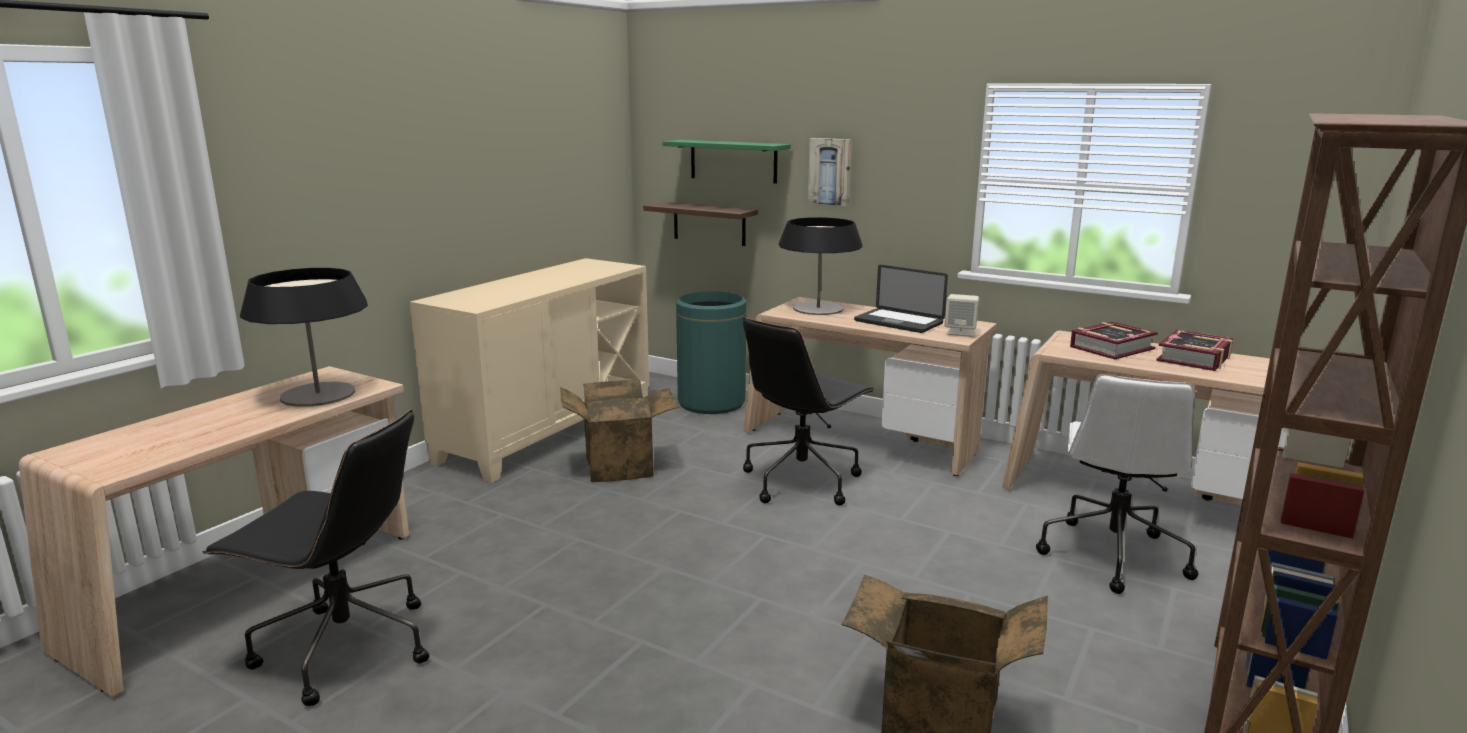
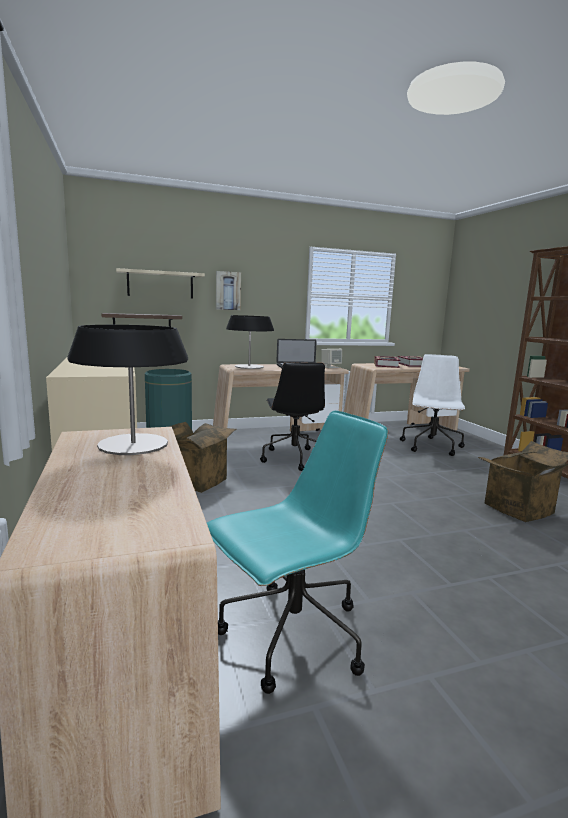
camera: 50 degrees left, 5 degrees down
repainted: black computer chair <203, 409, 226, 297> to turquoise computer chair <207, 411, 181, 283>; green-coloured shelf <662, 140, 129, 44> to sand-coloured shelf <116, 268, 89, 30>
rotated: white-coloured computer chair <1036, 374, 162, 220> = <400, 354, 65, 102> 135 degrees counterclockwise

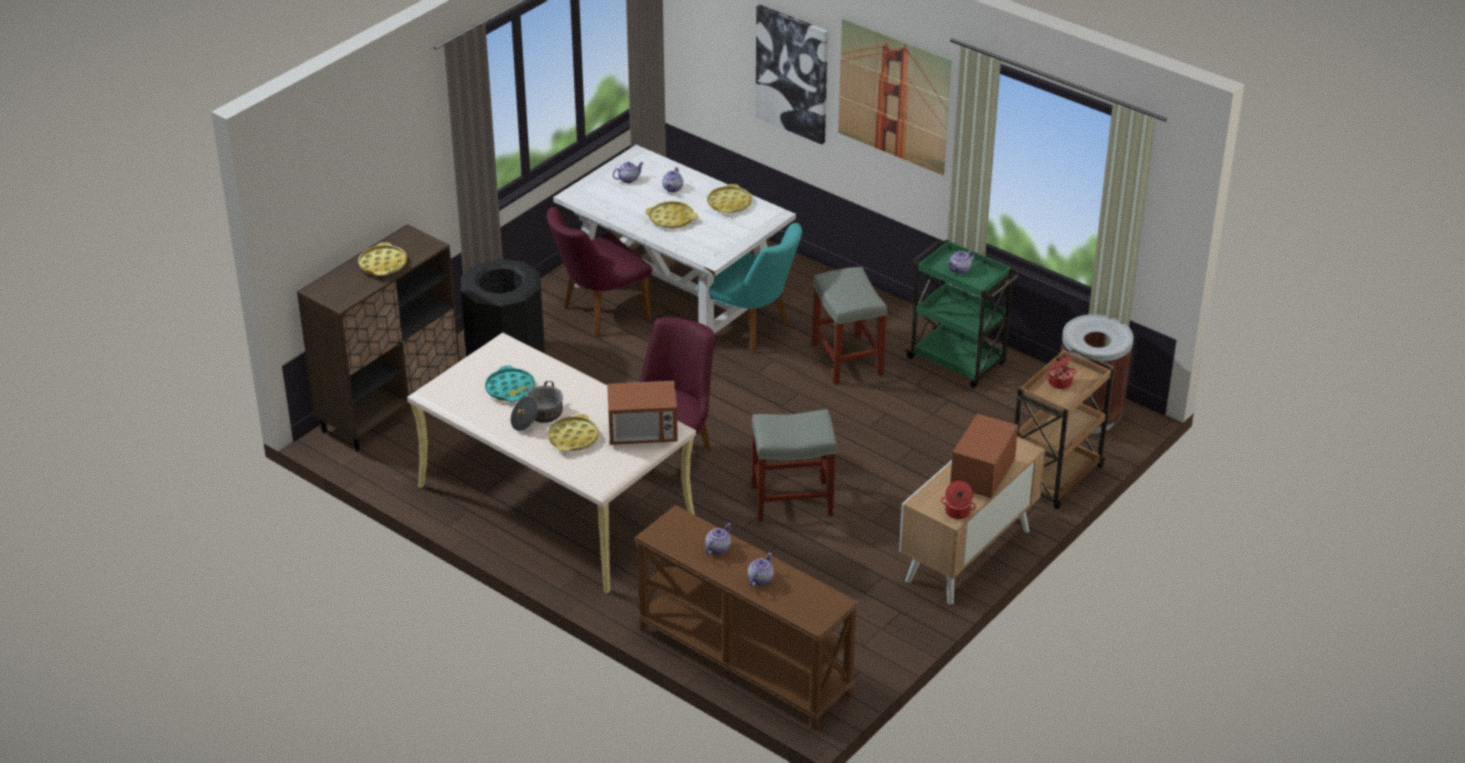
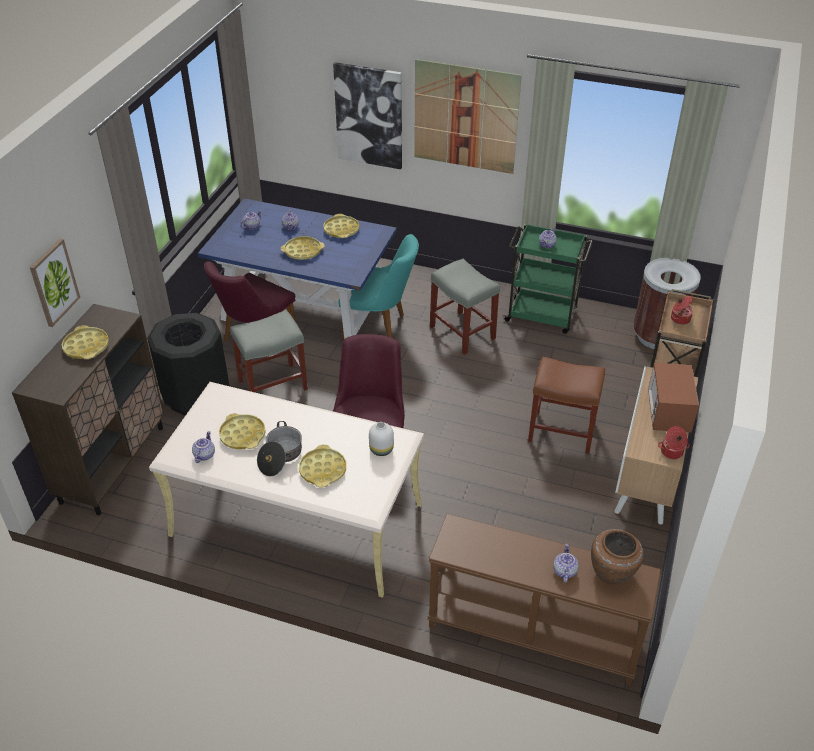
camera: 20 degrees left, 5 degrees up
new: wall art <30, 239, 50, 88>; brown stool <528, 357, 77, 97>; brown decorative vase <591, 529, 53, 56>
shifted: tea pot <705, 523, 26, 31> to <192, 431, 23, 32>; greyish stool <752, 409, 85, 112> to <230, 310, 78, 82>
swapped: microwave <607, 381, 71, 64> to white-coloured decorative vase <369, 422, 25, 34>
repainted: turquoise tray <485, 366, 50, 36> to yellowish tray <219, 413, 47, 36>; white-coloured dinner table <553, 145, 243, 189> to bluish dinner table <198, 198, 199, 141>

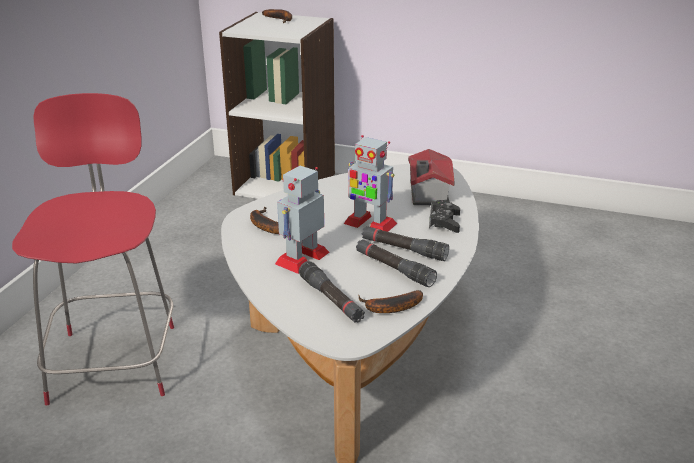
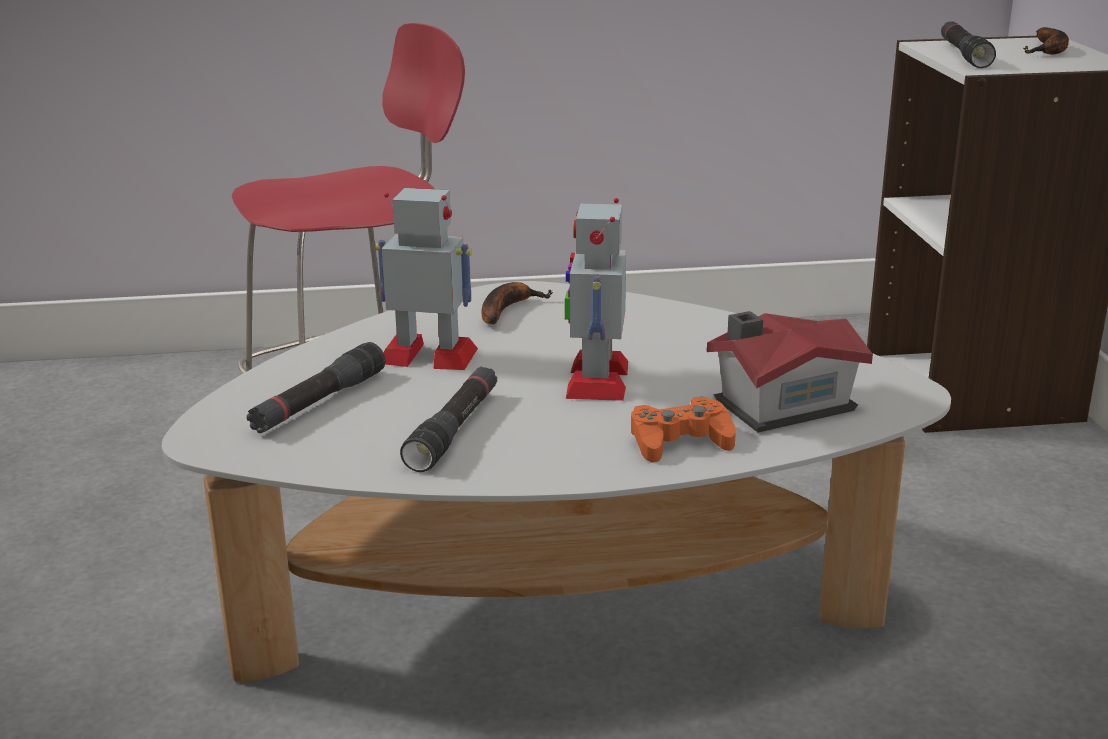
camera: 65 degrees right, 5 degrees down
gone: banana <359, 290, 64, 23>
shifted: black torch <362, 226, 87, 35> to <941, 22, 55, 46>
repainted: black joypad <429, 200, 31, 33> to orangey joypad <631, 397, 105, 66>

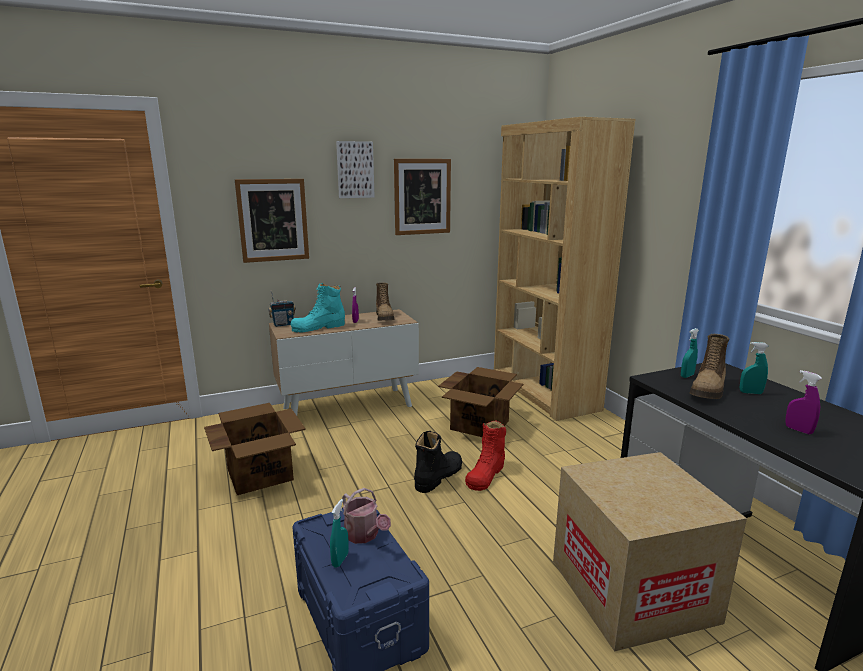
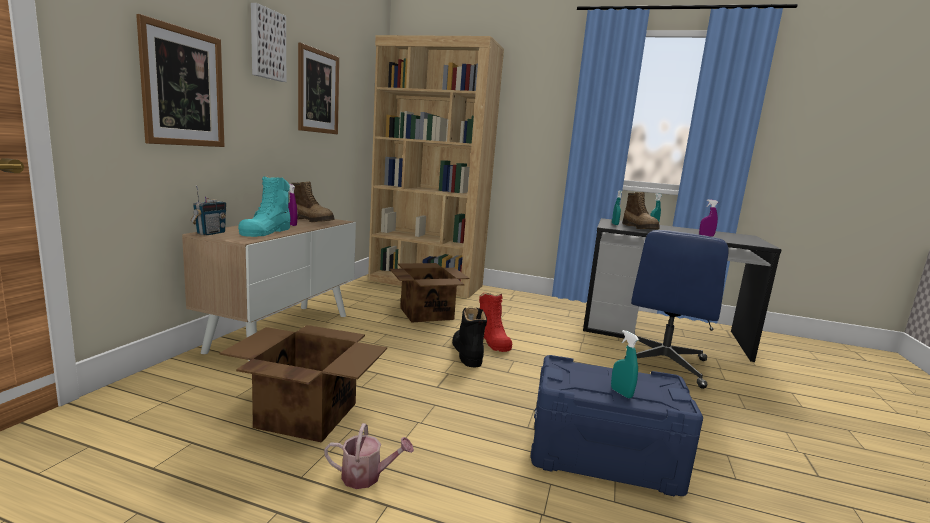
camera: 50 degrees left, 5 degrees down
shifted: watering can <342, 488, 49, 56> to <324, 423, 90, 66>
swapped: packing box <553, 452, 194, 200> to bluish computer chair <624, 230, 105, 159>

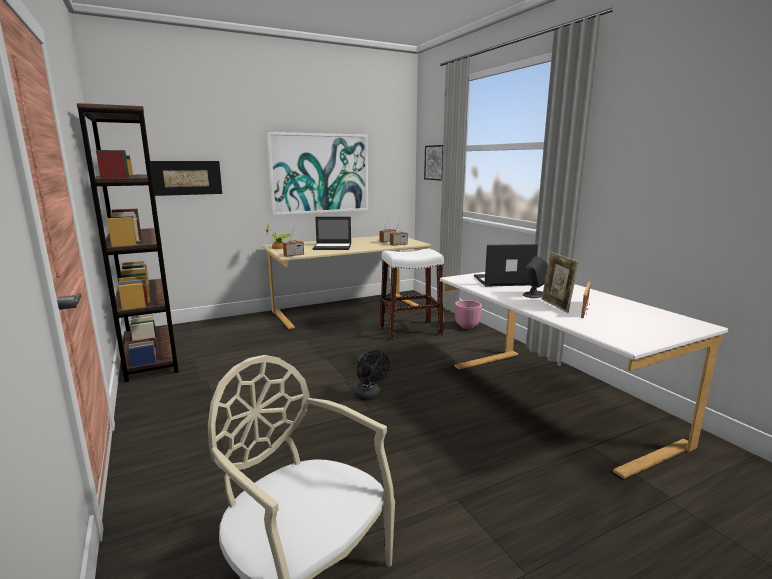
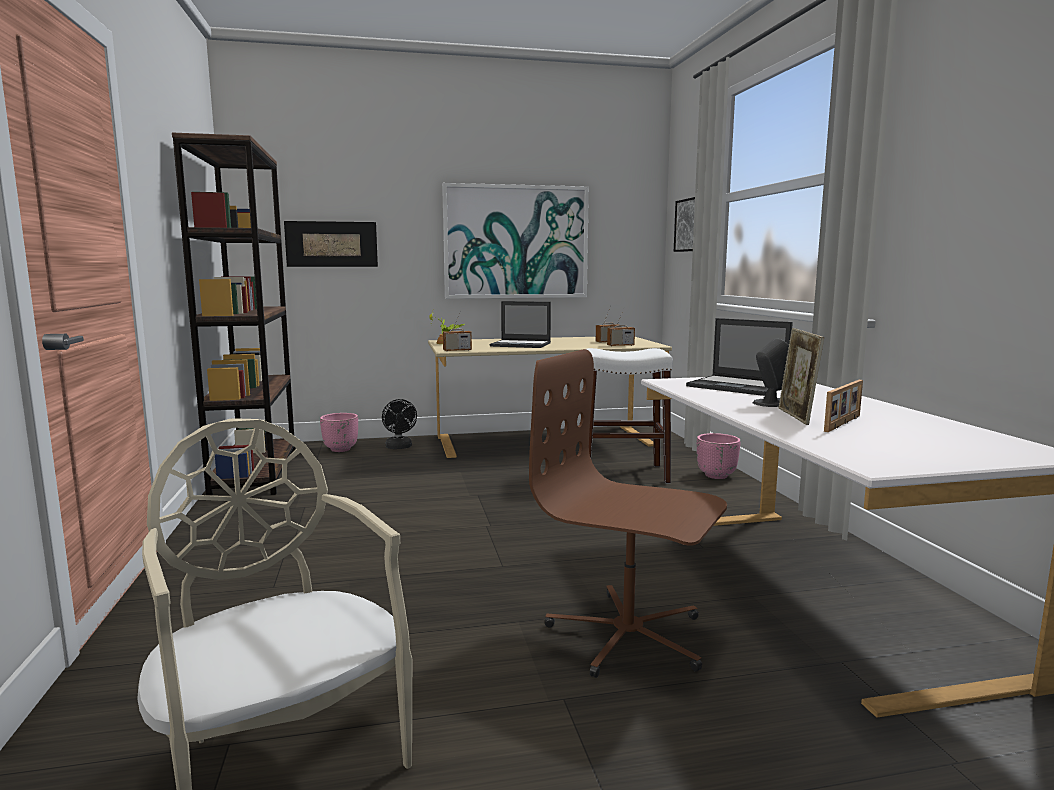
camera: 15 degrees right, 5 degrees down
new: pink-coloured plant pot <320, 413, 38, 39>; brown computer chair <529, 349, 198, 329>
shifted: black fan <353, 350, 36, 50> to <382, 399, 35, 50>
rotated: notebook computer <474, 244, 64, 43> = <686, 318, 107, 78> 150 degrees counterclockwise

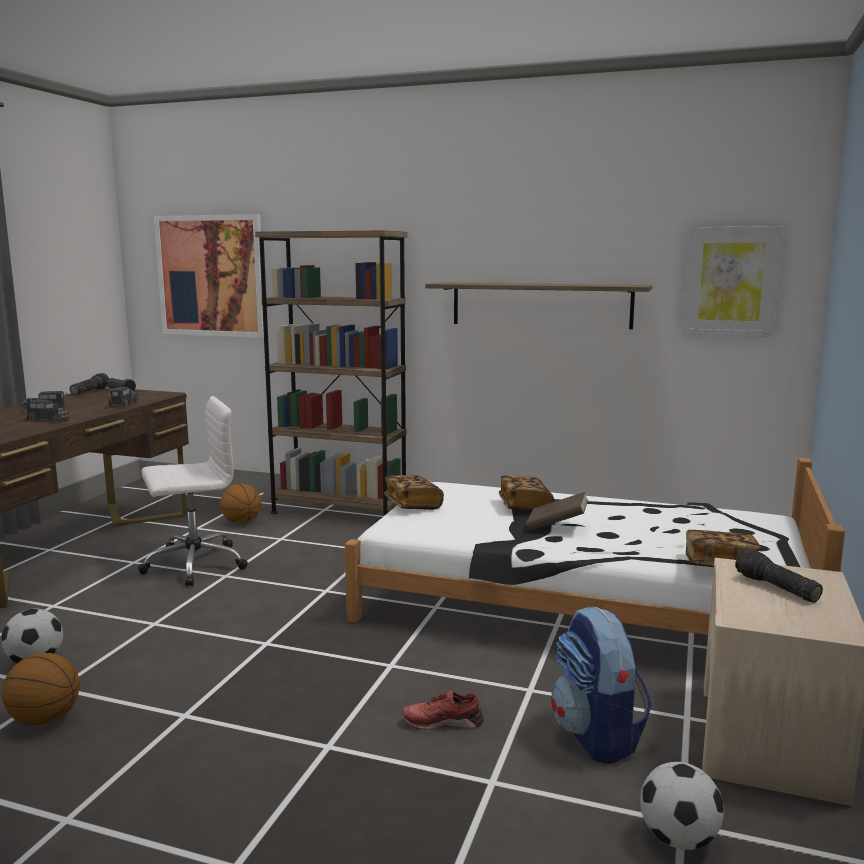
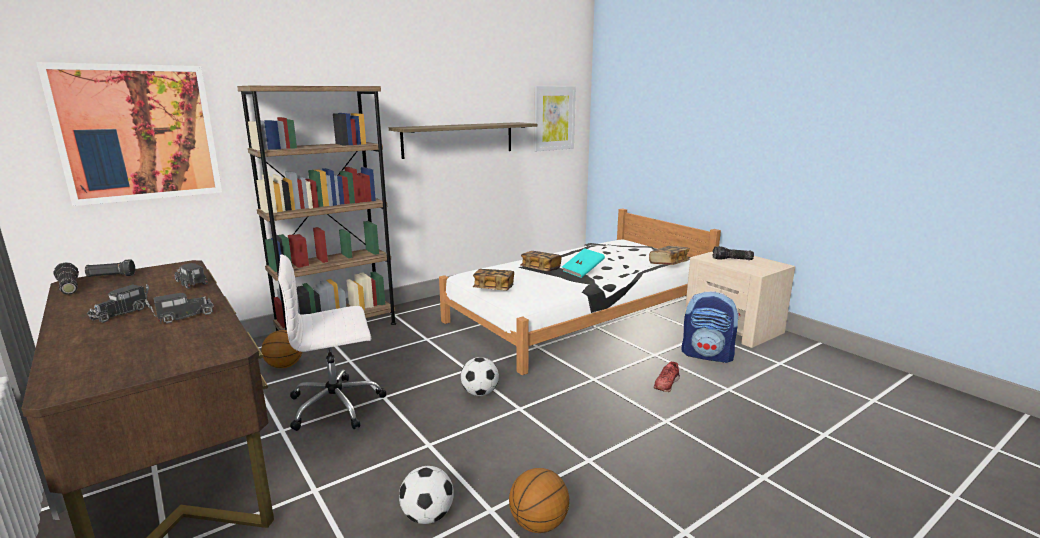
camera: 55 degrees left, 5 degrees up
shifted: football ball <640, 762, 84, 88> to <461, 357, 38, 39>
repainted: brown book <526, 492, 62, 39> to turquoise book <562, 248, 43, 30>
rotated: white-coloured computer chair <138, 396, 110, 191> = <278, 254, 109, 177> 120 degrees counterclockwise

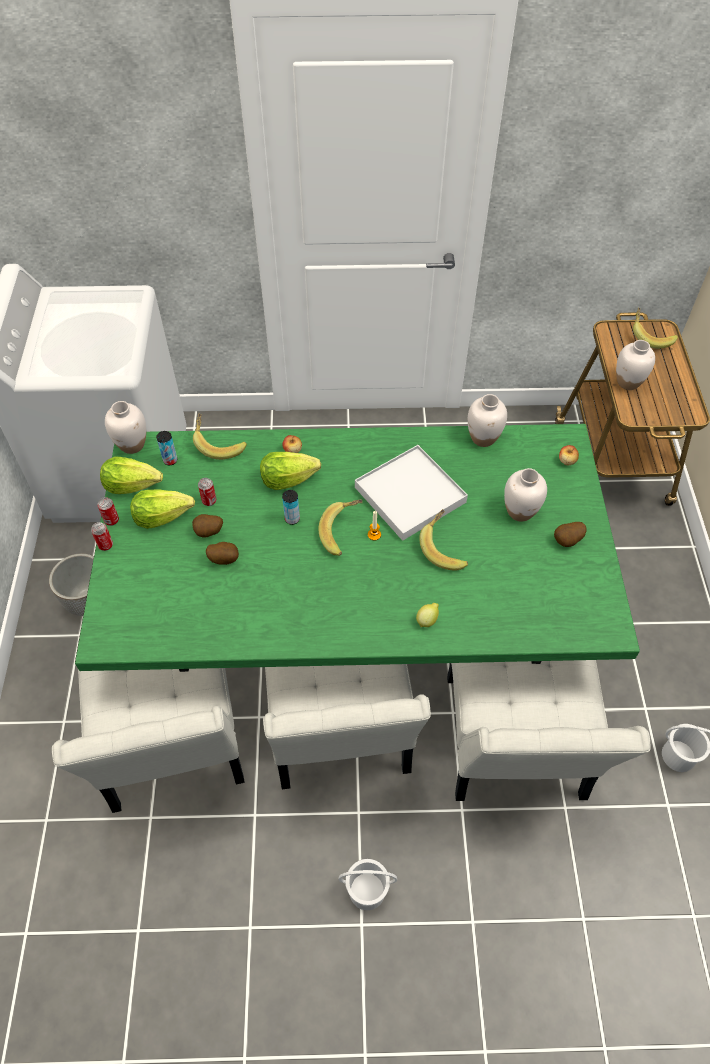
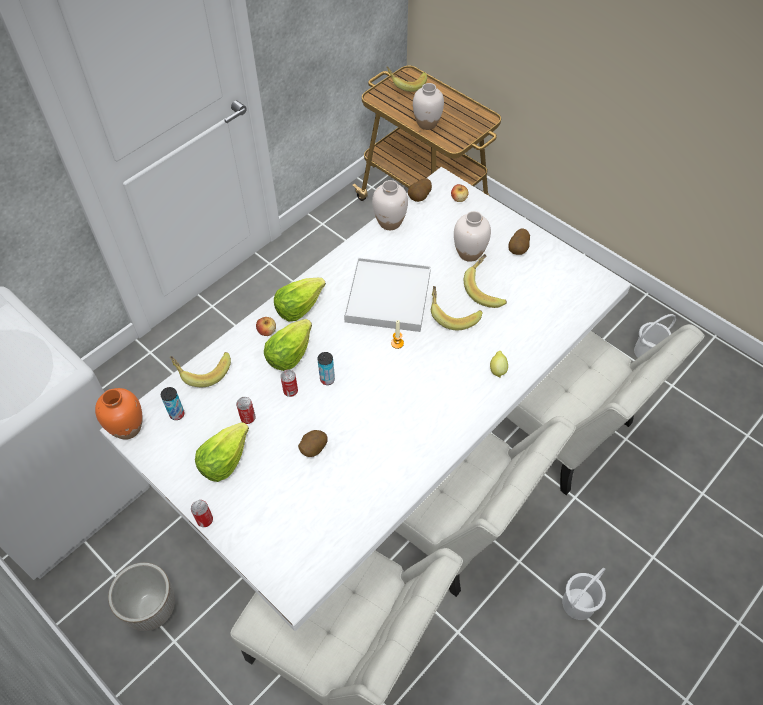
camera: 45 degrees left, 0 degrees up
shifted: metal can <97, 497, 22, 29> to <280, 369, 18, 28>; head of lettuce <100, 456, 63, 38> to <274, 278, 52, 43>; whole potato <192, 514, 31, 24> to <408, 178, 24, 24>; banana <319, 500, 43, 56> to <464, 254, 43, 54>
repainted: green-coloured dinner table <75, 424, 565, 248> to white-coloured dinner table <100, 167, 531, 464>; white-coloured decorative vase <105, 401, 41, 53> to orangey decorative vase <95, 388, 48, 52>

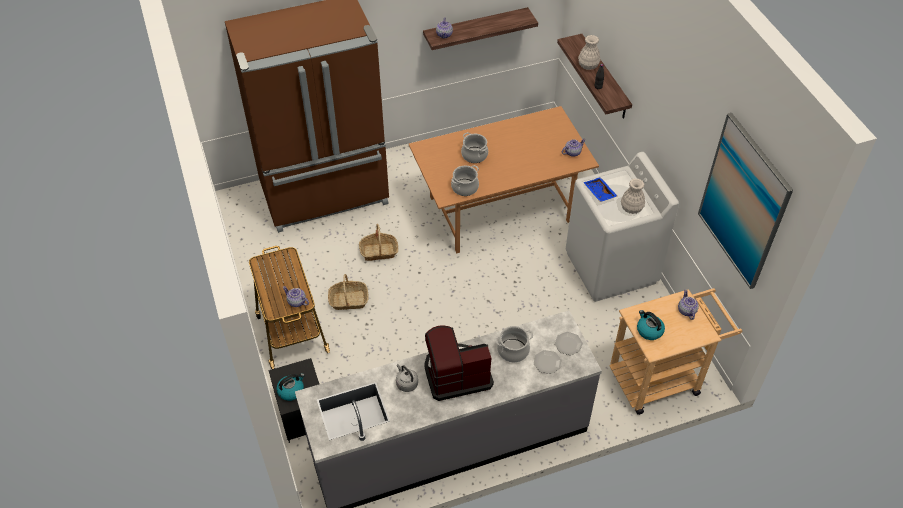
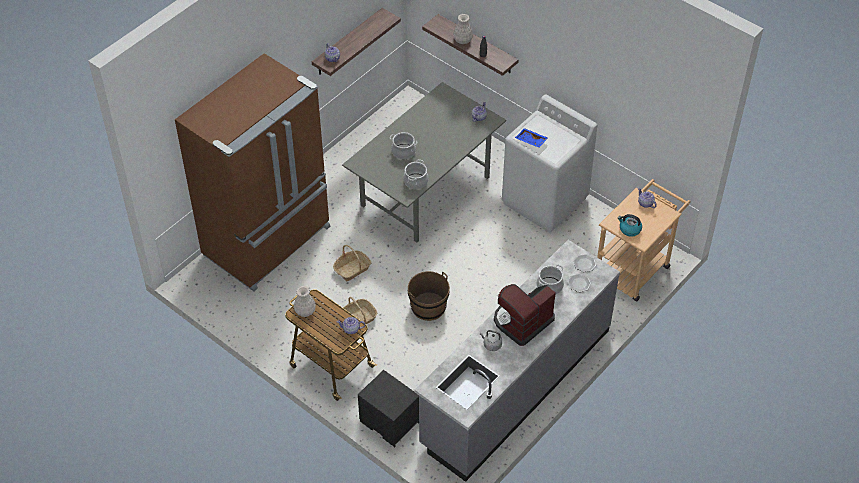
camera: 30 degrees left, 0 degrees up
gone: water kettle <276, 373, 29, 28>; wall art <698, 113, 95, 176>
new: brown water bucket <408, 271, 42, 50>
shifted: white-coloured decorative vase <621, 178, 24, 36> to <294, 286, 22, 31>
repainted: brown dinner table <409, 106, 190, 147> to greyish dinner table <342, 82, 164, 160>

